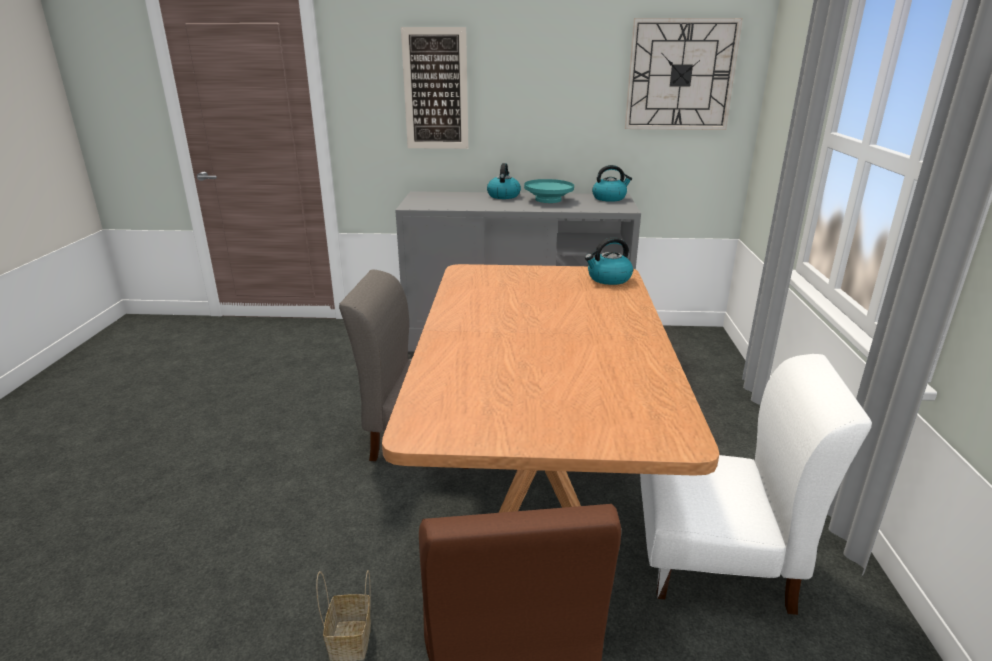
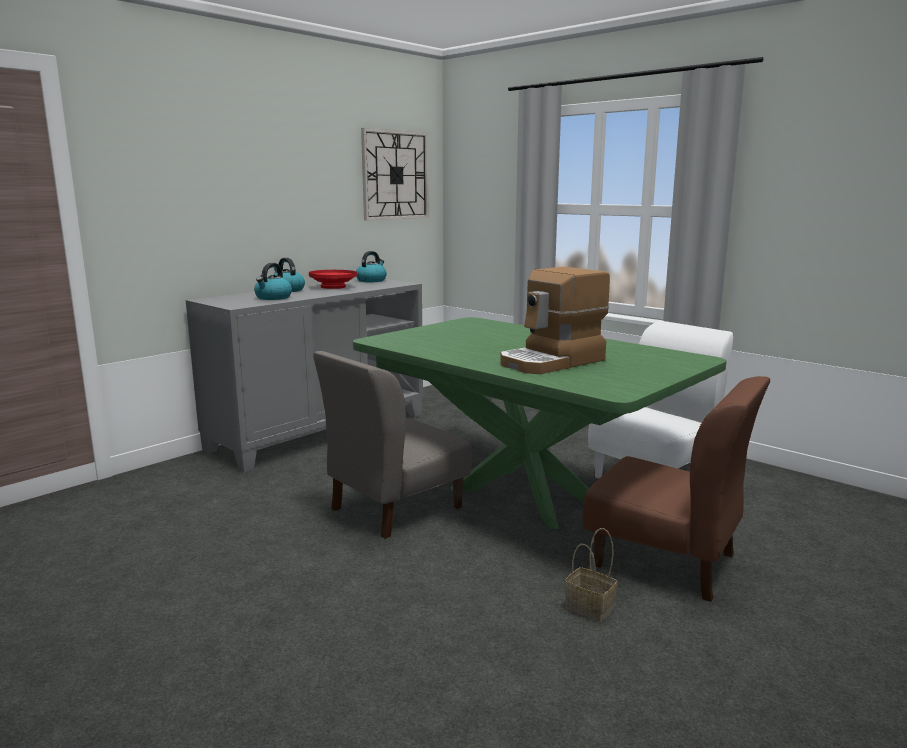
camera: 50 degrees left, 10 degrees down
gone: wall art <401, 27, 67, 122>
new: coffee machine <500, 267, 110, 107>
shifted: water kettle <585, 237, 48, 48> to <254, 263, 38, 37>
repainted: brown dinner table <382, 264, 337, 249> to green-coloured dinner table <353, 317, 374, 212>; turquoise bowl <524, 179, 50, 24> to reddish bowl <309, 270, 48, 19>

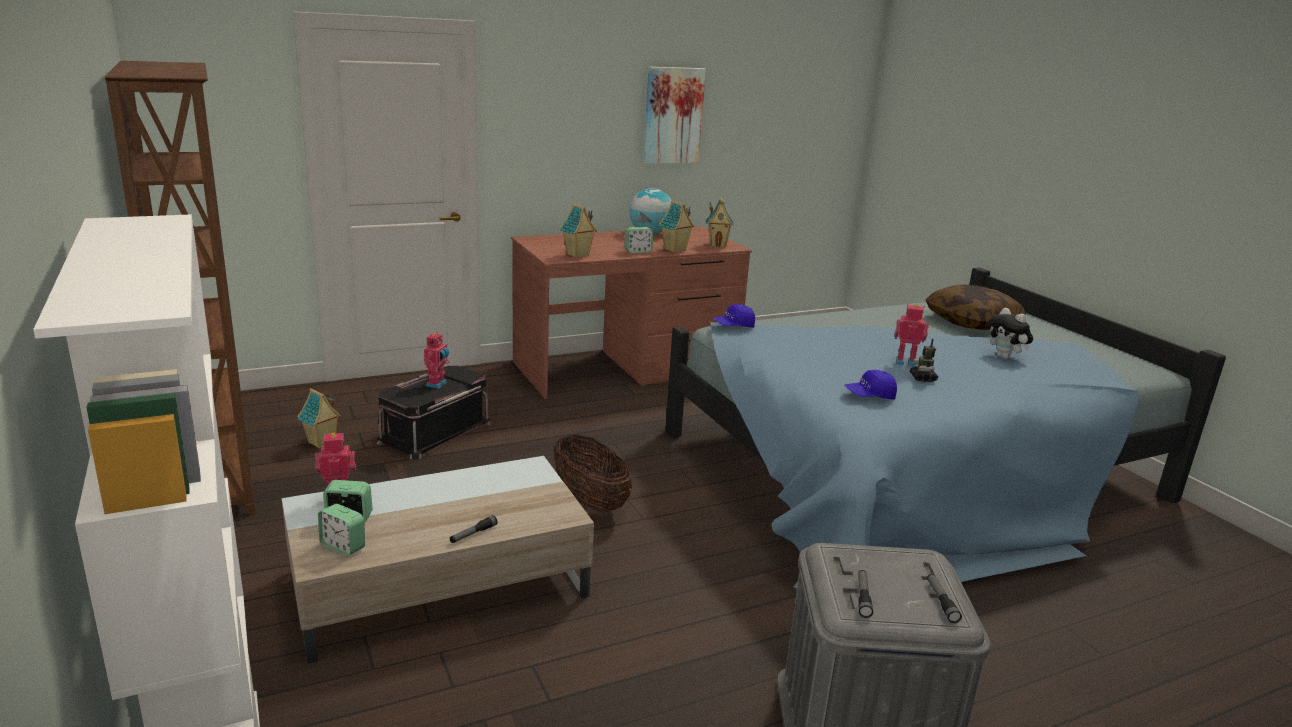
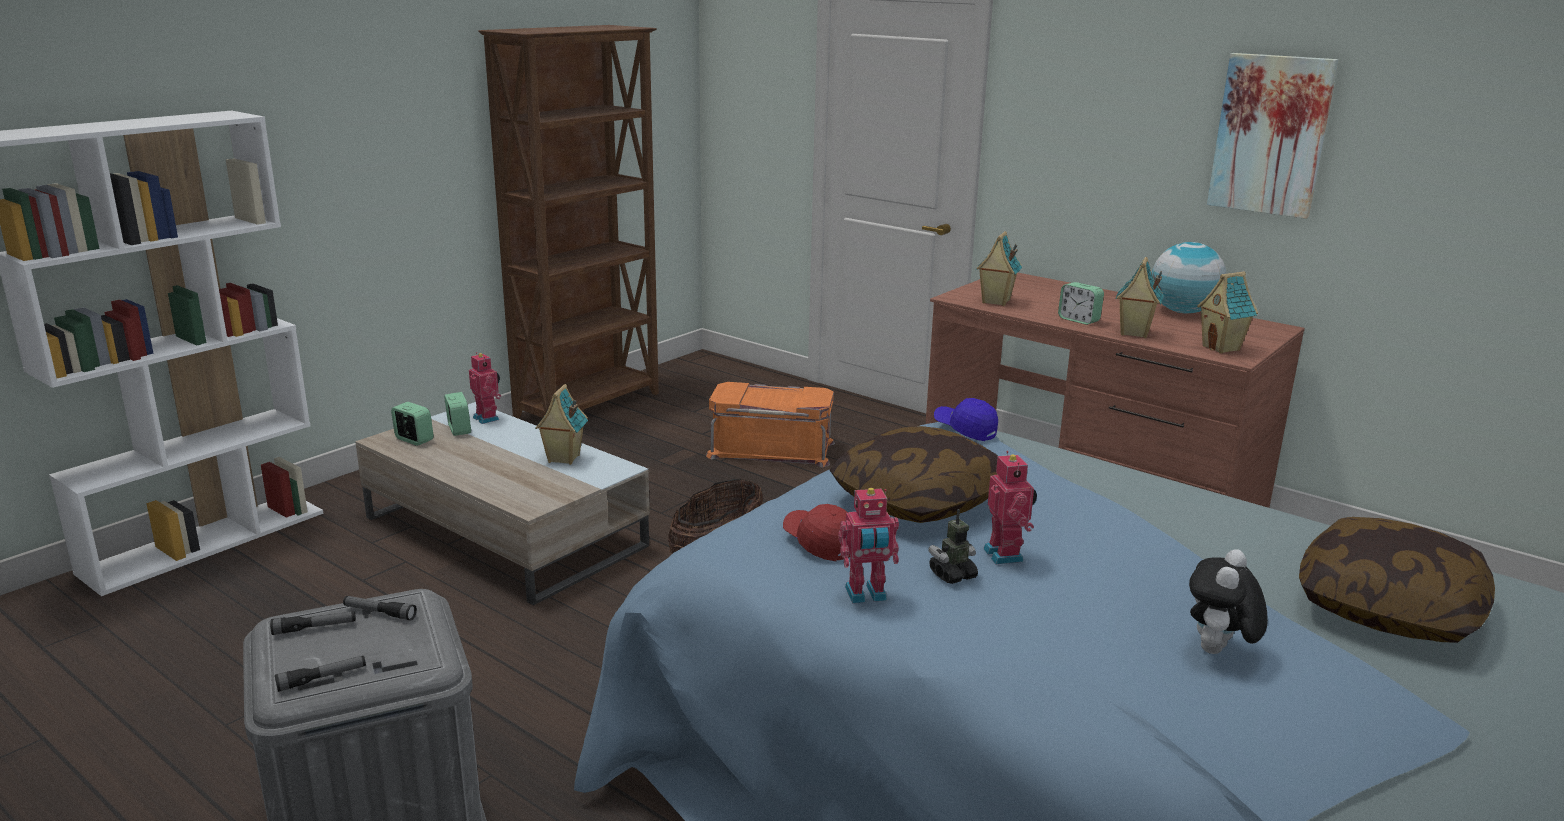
camera: 65 degrees right, 0 degrees up
new: throw pillow <830, 426, 168, 97>
shifted: miniature house <298, 388, 43, 61> to <535, 384, 53, 81>; model robot <424, 333, 25, 56> to <838, 488, 61, 115>; torch <450, 515, 47, 28> to <343, 596, 74, 24>
repainted: black storage container <376, 366, 115, 93> to orangey storage container <706, 382, 129, 85>; bluish baseball cap <845, 370, 52, 29> to reddish baseball cap <783, 504, 67, 57>
rotated: bedside clock <318, 504, 47, 52> = <391, 402, 43, 44> 120 degrees clockwise

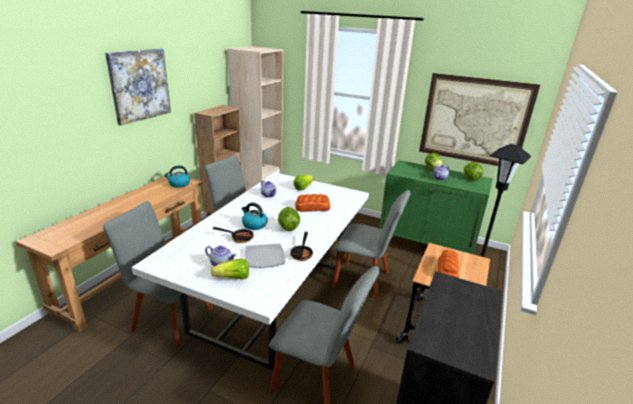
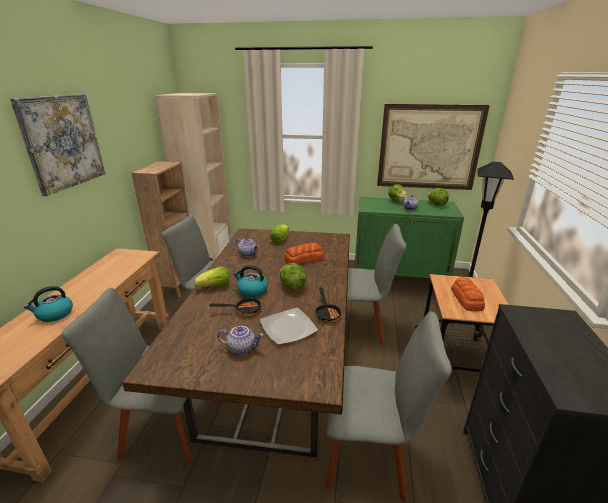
camera: 15 degrees left, 0 degrees up
shifted: water kettle <164, 166, 26, 22> to <24, 286, 49, 36>; head of lettuce <211, 259, 38, 21> to <194, 267, 36, 20>
repainted: white-coloured dinner table <132, 173, 237, 197> to brown dinner table <122, 228, 228, 229>

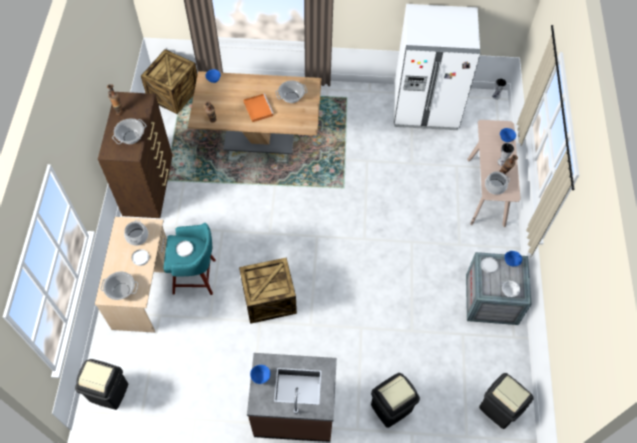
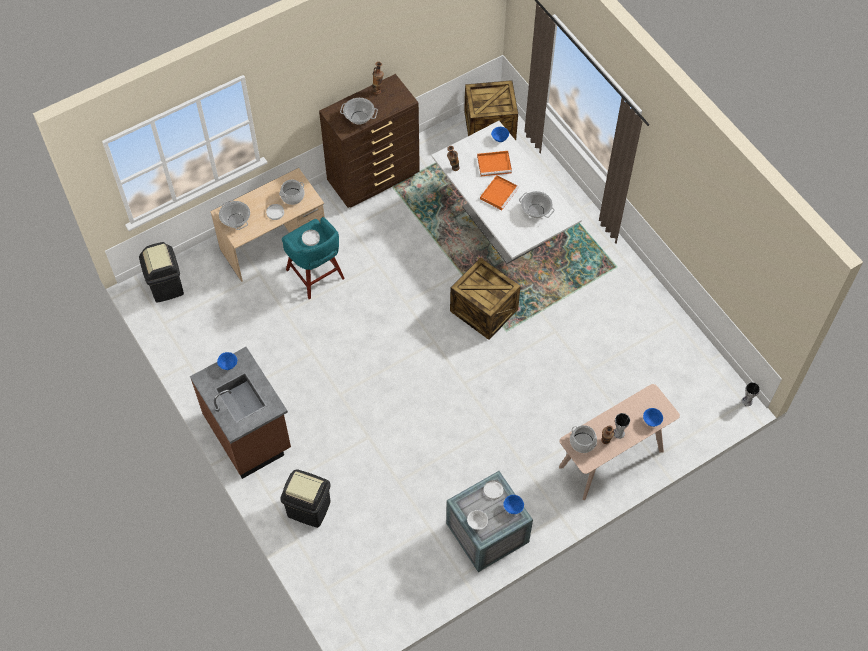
camera: 55 degrees right, 0 degrees up
gone: white-coloured fridge <394, 4, 86, 126>; black trash can <479, 373, 55, 56>
new: orangey tray <477, 151, 35, 26>
shifted: packing crate <239, 257, 58, 67> to <450, 257, 71, 83>
repainted: brown dinner table <188, 71, 134, 83> to white-coloured dinner table <431, 121, 151, 143>

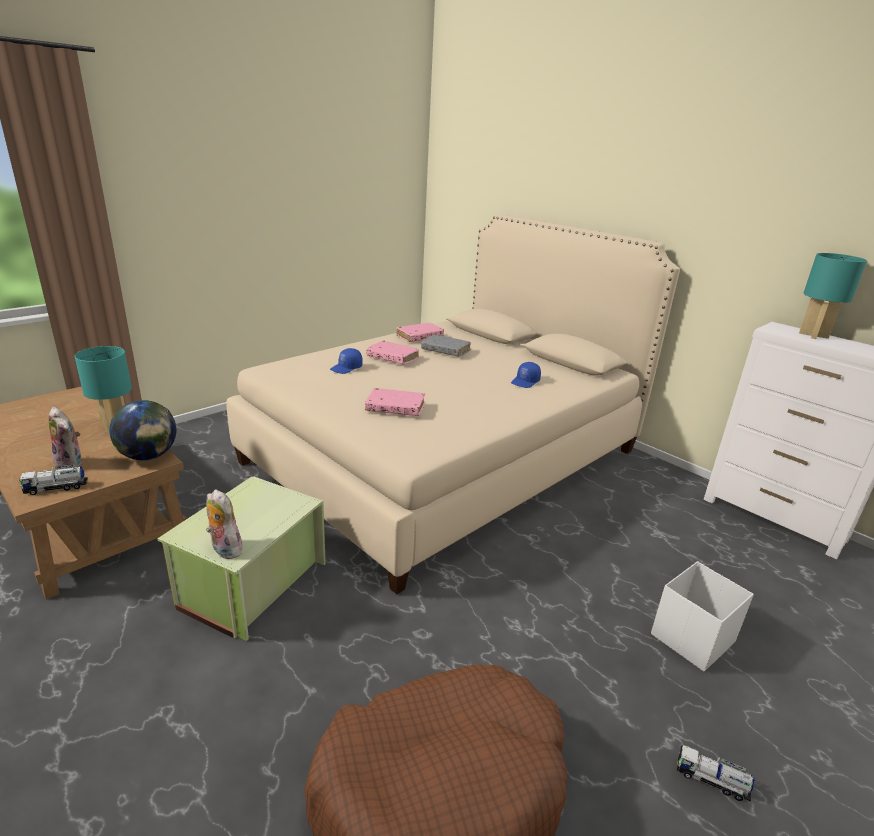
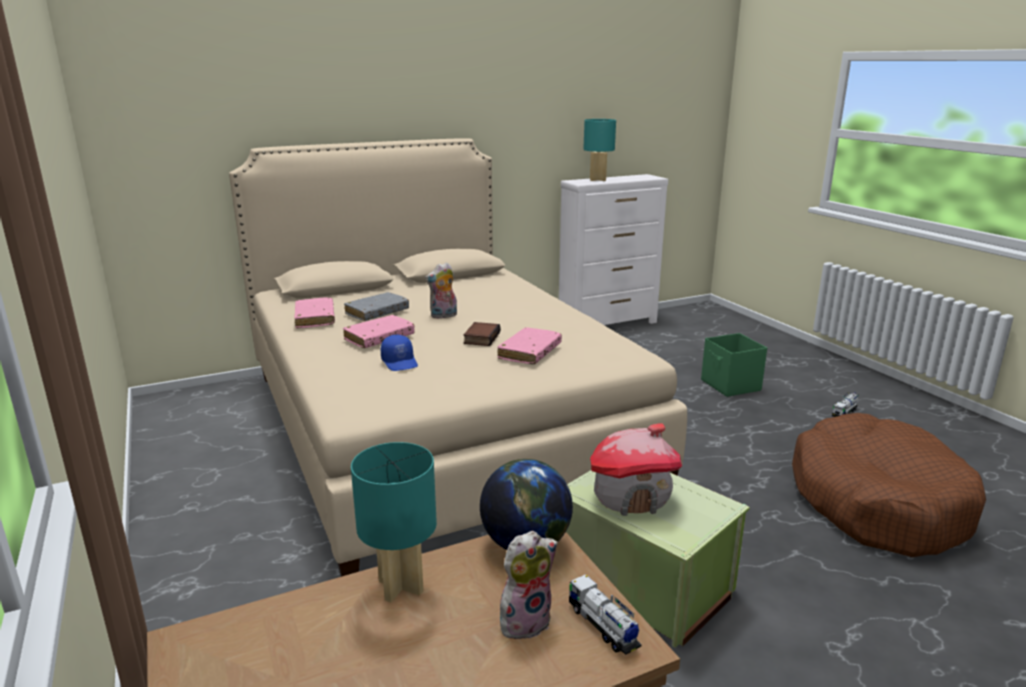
camera: 70 degrees left, 5 degrees down
gone: bluish baseball cap <511, 362, 30, 26>
new: book <463, 322, 38, 24>; miniature house <590, 423, 92, 93>
shifted: cuddly toy <206, 489, 36, 70> to <425, 262, 32, 57>
repainted: white-coloured storage container <651, 561, 103, 110> to green-coloured storage container <701, 333, 66, 64>
rotated: toy lorry <18, 464, 70, 31> = <569, 574, 73, 81> 150 degrees clockwise

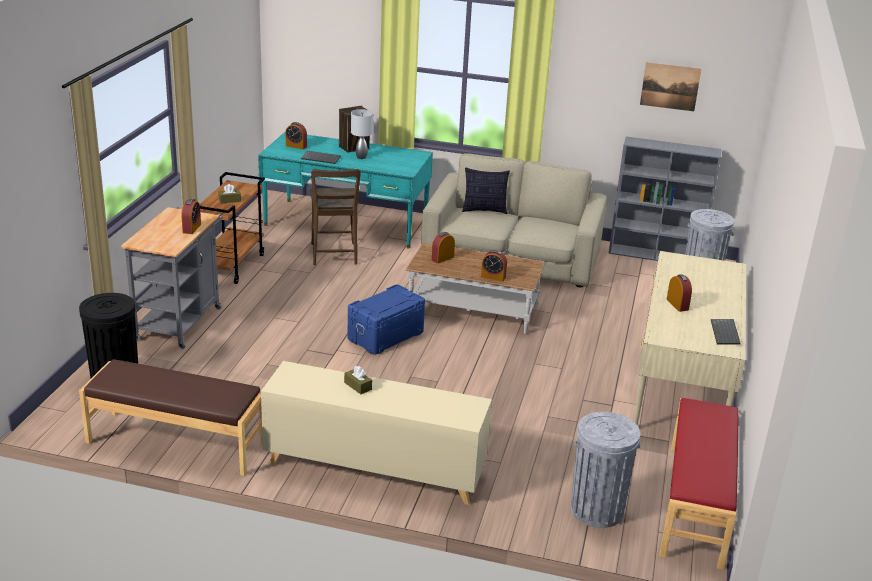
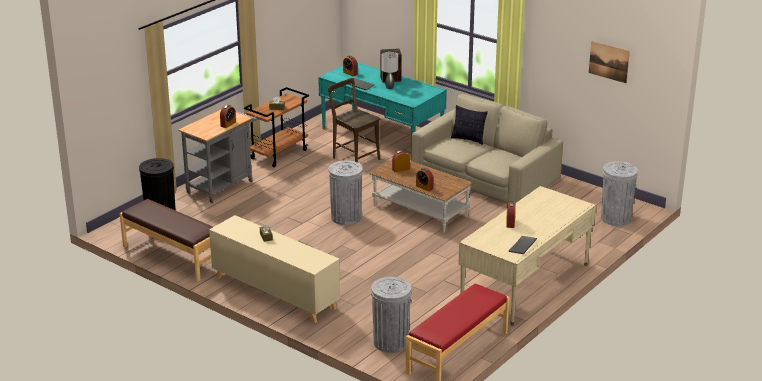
camera: 25 degrees right, 0 degrees up
gone: greyish bookshelf <608, 136, 114, 125>
swapped: bluish storage container <347, 284, 78, 71> to greyish trash can <328, 161, 35, 64>
rotated: brown upright chair <310, 169, 51, 96> = <328, 78, 53, 85> 120 degrees clockwise

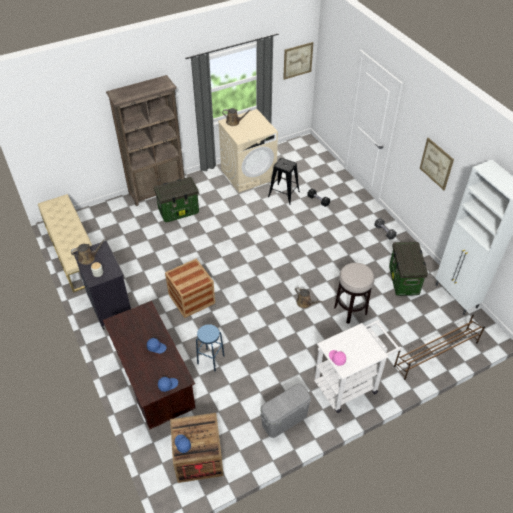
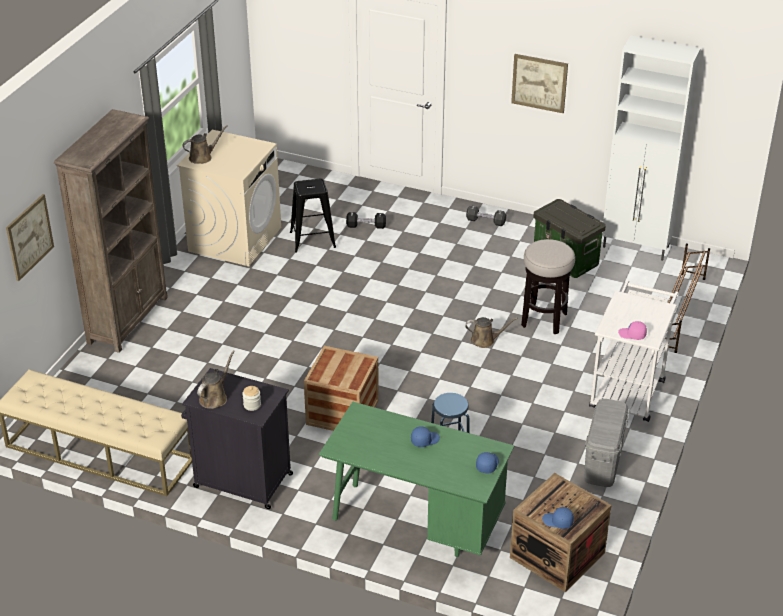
camera: 40 degrees left, 10 degrees down
gone: storage container <154, 177, 45, 45>
shifted: wall art <283, 42, 30, 38> to <6, 194, 48, 87>
repainted: brown desk <103, 301, 93, 128> to green-coloured desk <319, 402, 195, 155>

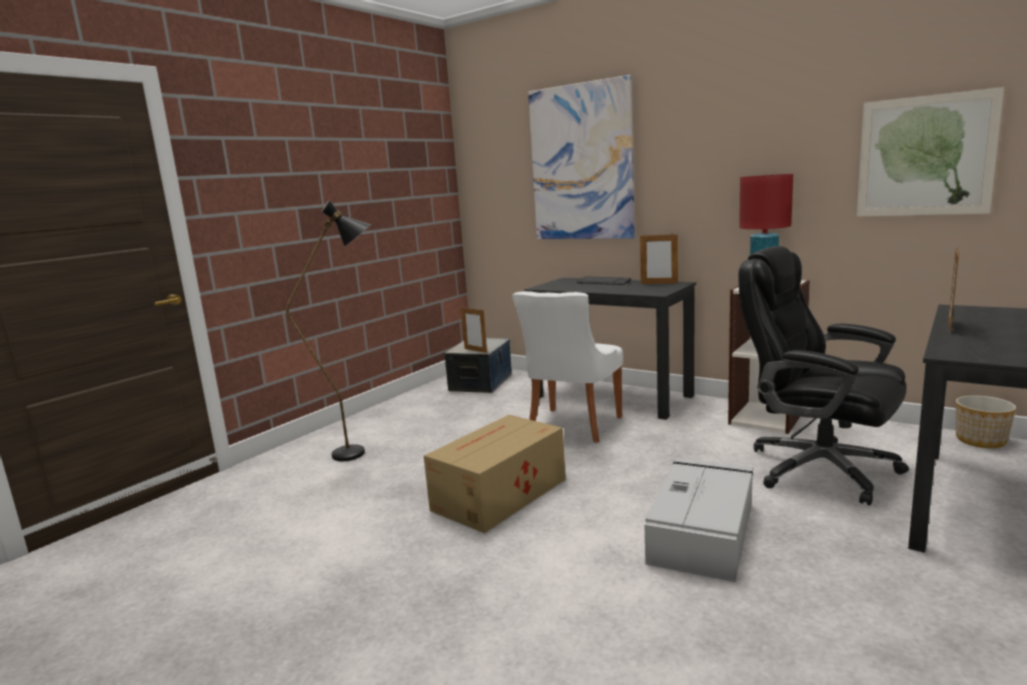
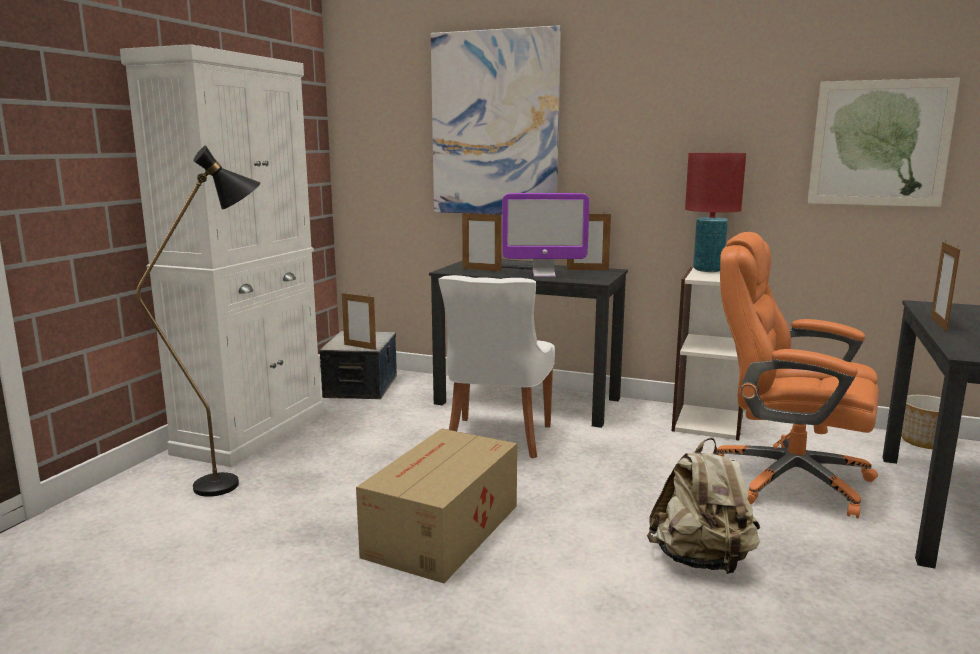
camera: 15 degrees left, 0 degrees up
new: white-coloured storage cabinet <120, 44, 204, 423>; picture frame <462, 211, 40, 60>; computer display <502, 193, 87, 84>
swapped: greyish storage container <645, 458, 109, 124> to sand-coloured knapsack <647, 438, 113, 136>
repainted: black computer chair <739, 246, 170, 259> to orangey computer chair <712, 232, 167, 286>

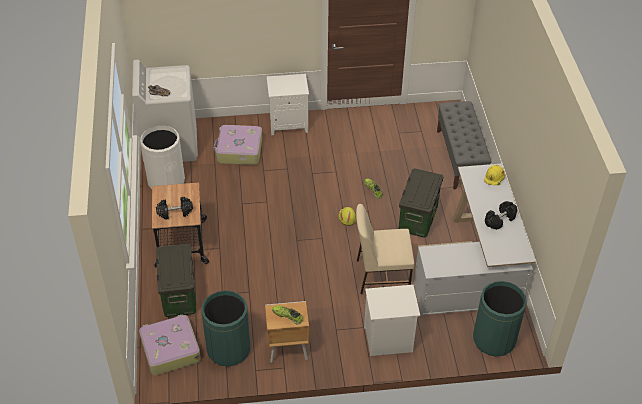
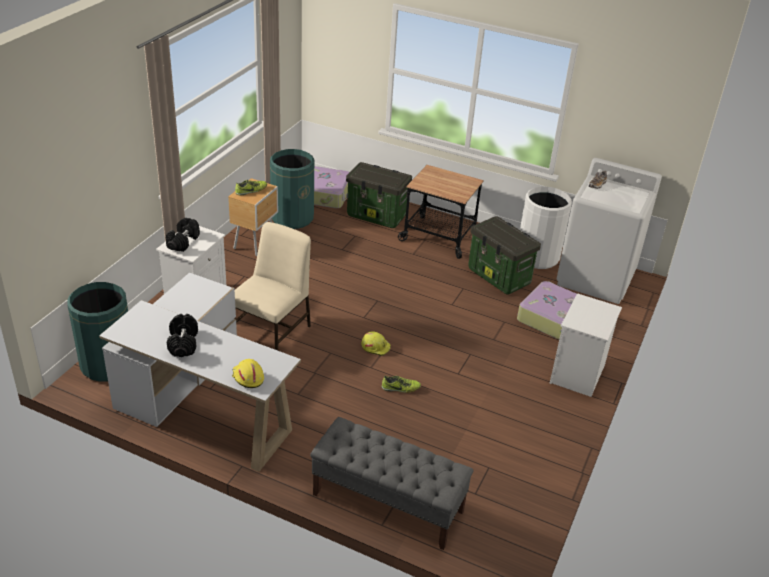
camera: 120 degrees right, 10 degrees down
shifted: black dumbbell <156, 197, 37, 23> to <166, 218, 34, 34>; storage container <399, 168, 44, 70> to <468, 216, 73, 78>

